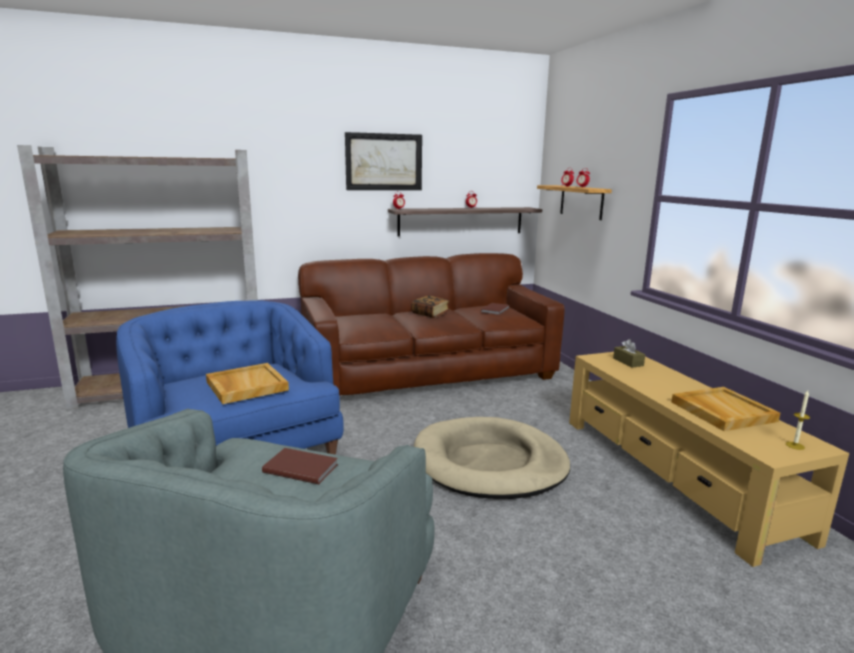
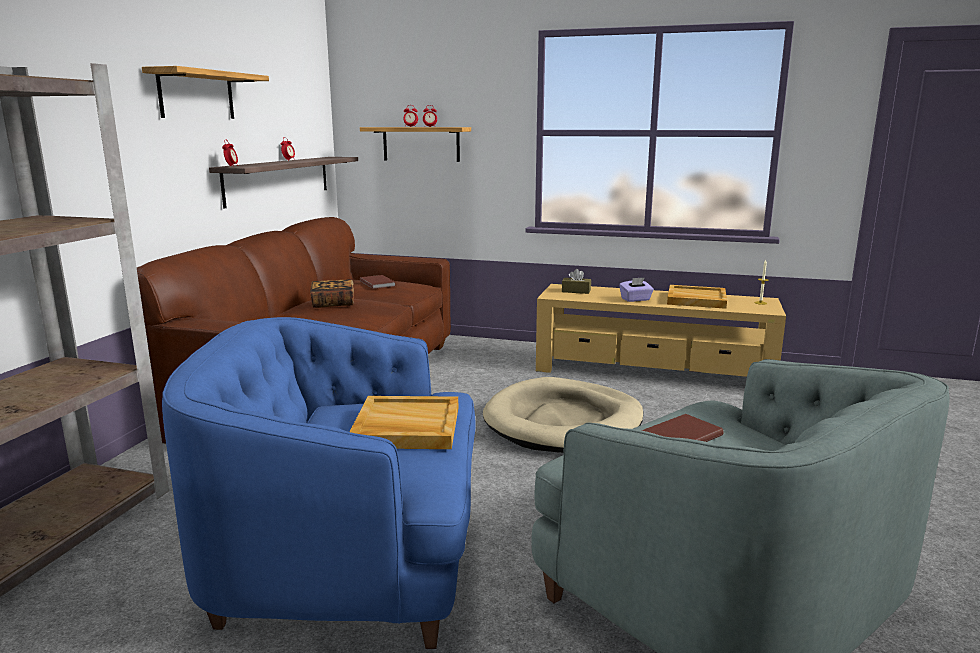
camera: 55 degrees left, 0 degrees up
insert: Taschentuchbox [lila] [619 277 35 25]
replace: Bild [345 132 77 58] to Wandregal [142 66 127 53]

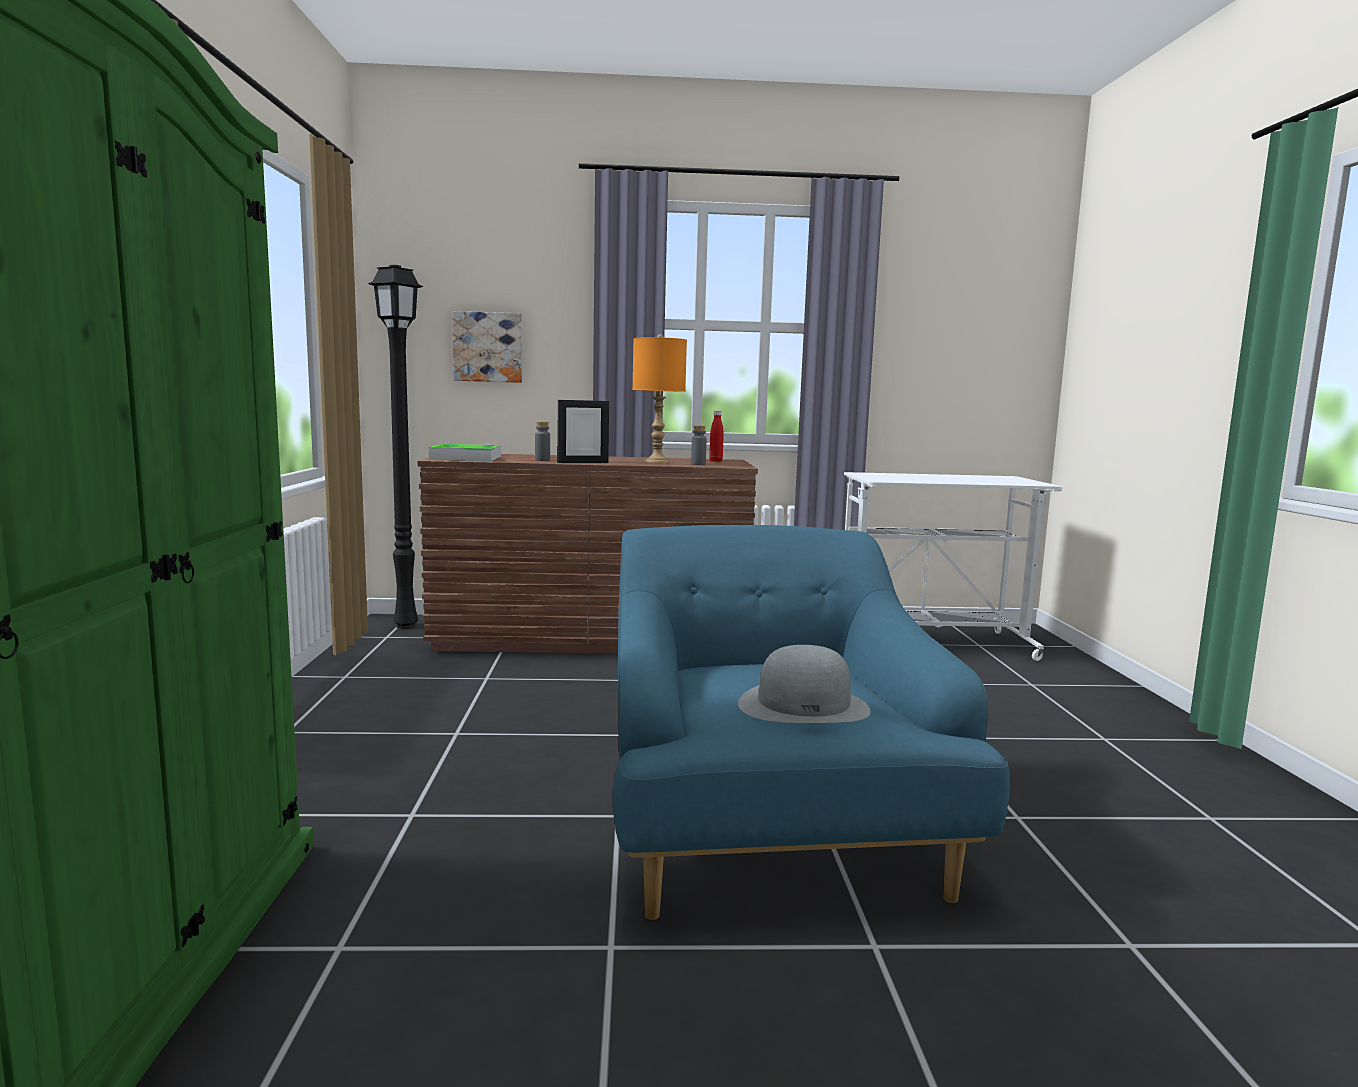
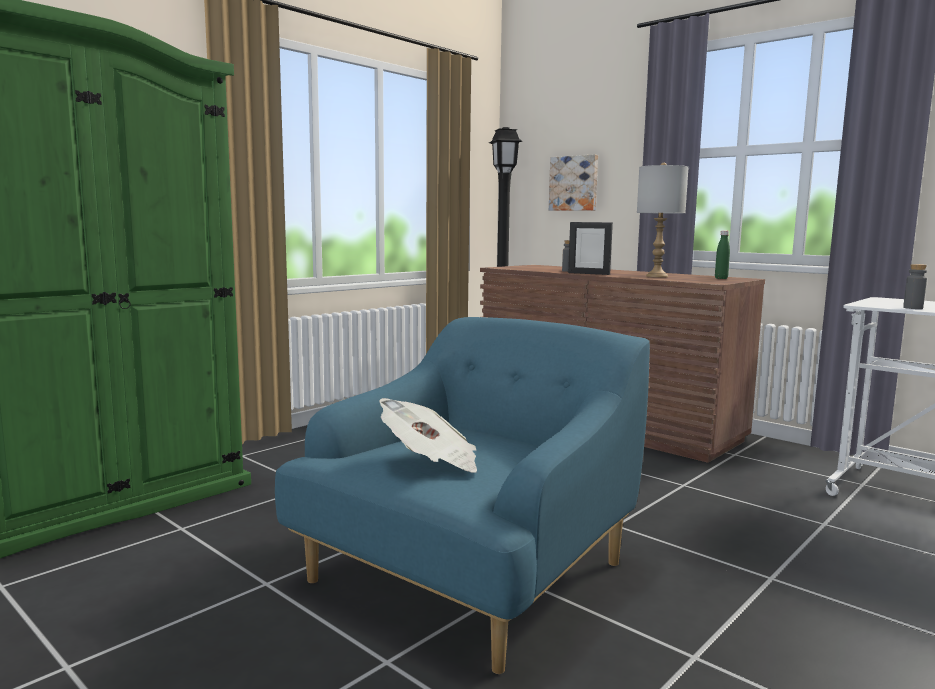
camera: 45 degrees right, 0 degrees up
delete: Tablett [429 444 72 17]
move: Flasche [grau] [691 426 16 39] to [903 264 24 45]
replace: Hut [grau] [738 645 133 78] to Zeitung [379 398 98 75]
recolor: Tischlampe [orange] [633 334 54 129] to Tischlampe [grau] [637 163 51 114]; Flasche [rot] [709 410 15 52] to Flasche [grün] [715 231 15 48]

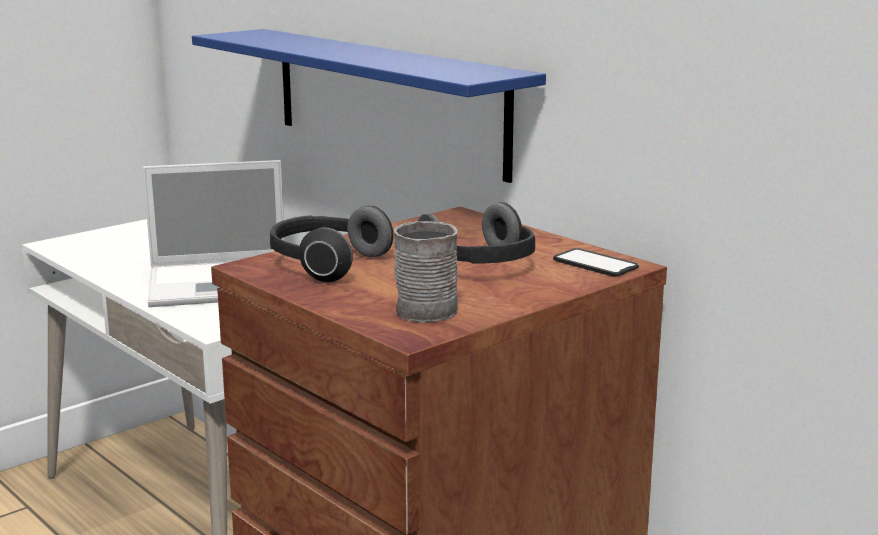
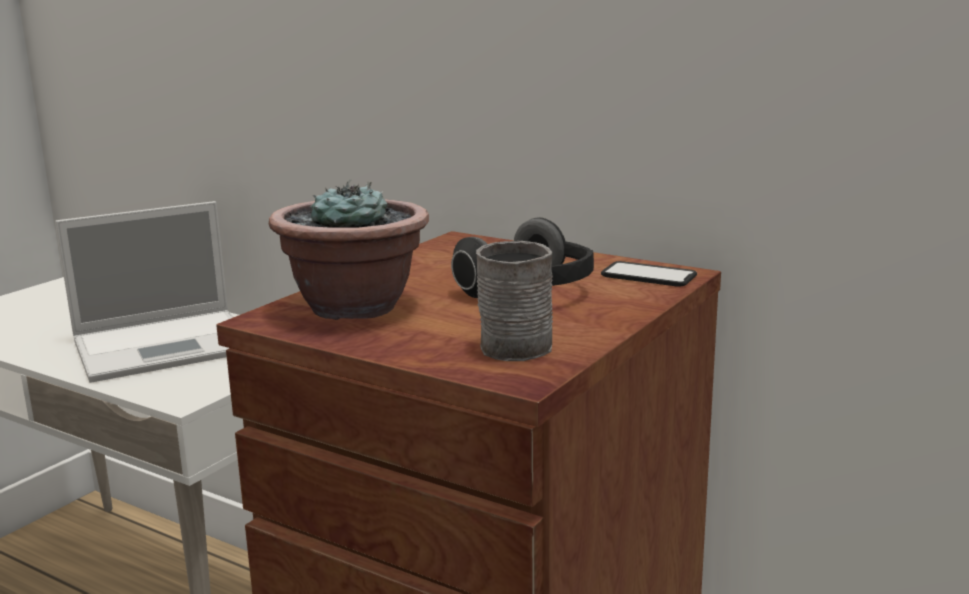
camera: 15 degrees left, 0 degrees up
delete: Wandregal [blau] [192 29 354 154]
replace: Kopfhörer [270 205 124 77] to Topfpflanze [269 180 160 140]

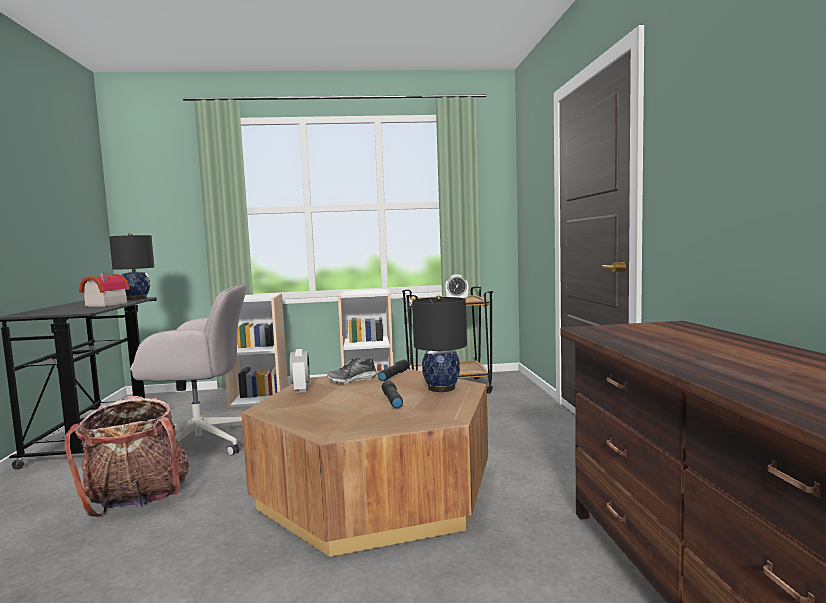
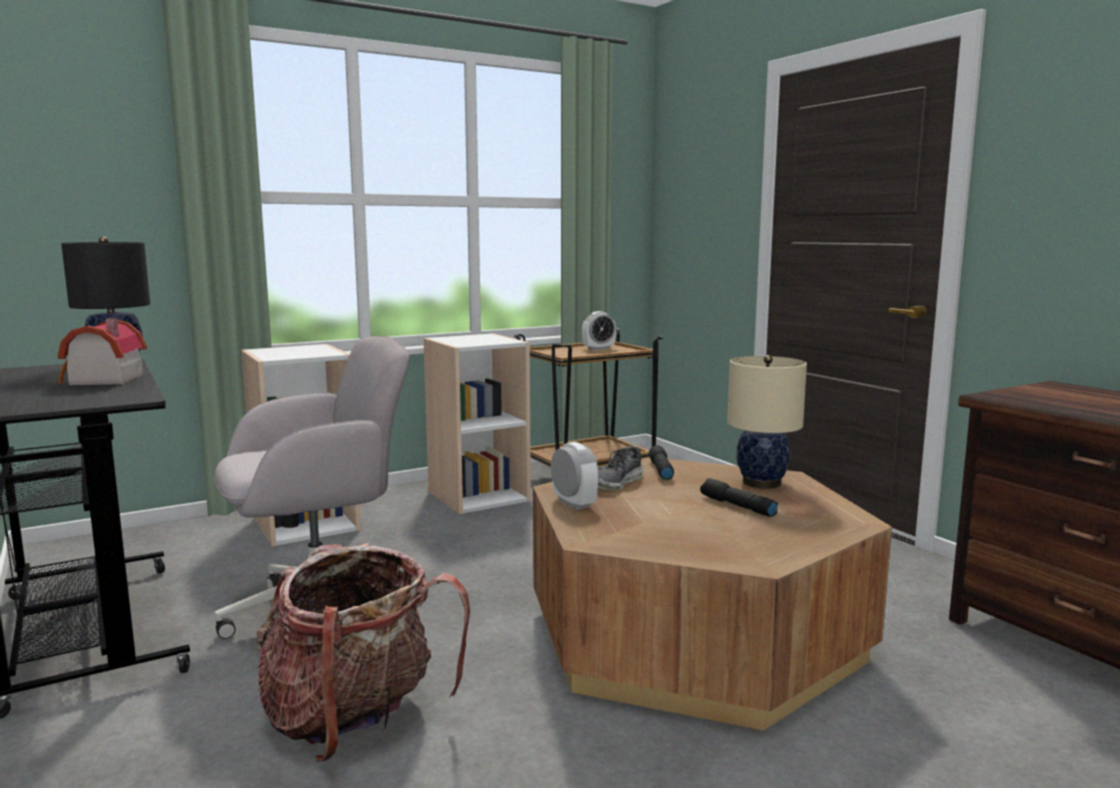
camera: 25 degrees left, 5 degrees up
recolor: Tischlampe [schwarz] [412 295 55 97] to Tischlampe [beige] [727 355 80 133]

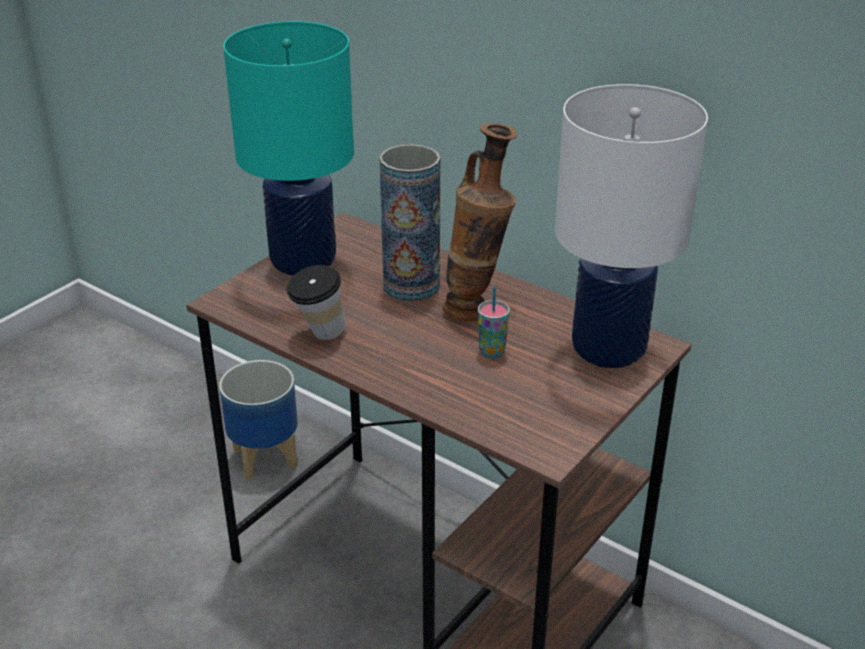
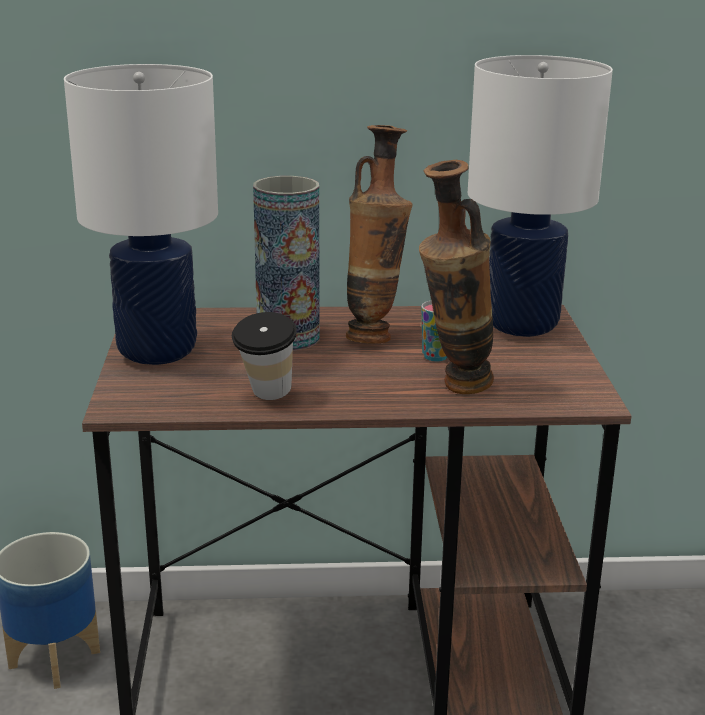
camera: 40 degrees left, 10 degrees down
insert: Vase [419 160 75 234]
recolor: Tischlampe [türkis] [223 21 131 255] to Tischlampe [weiß] [64 64 154 301]

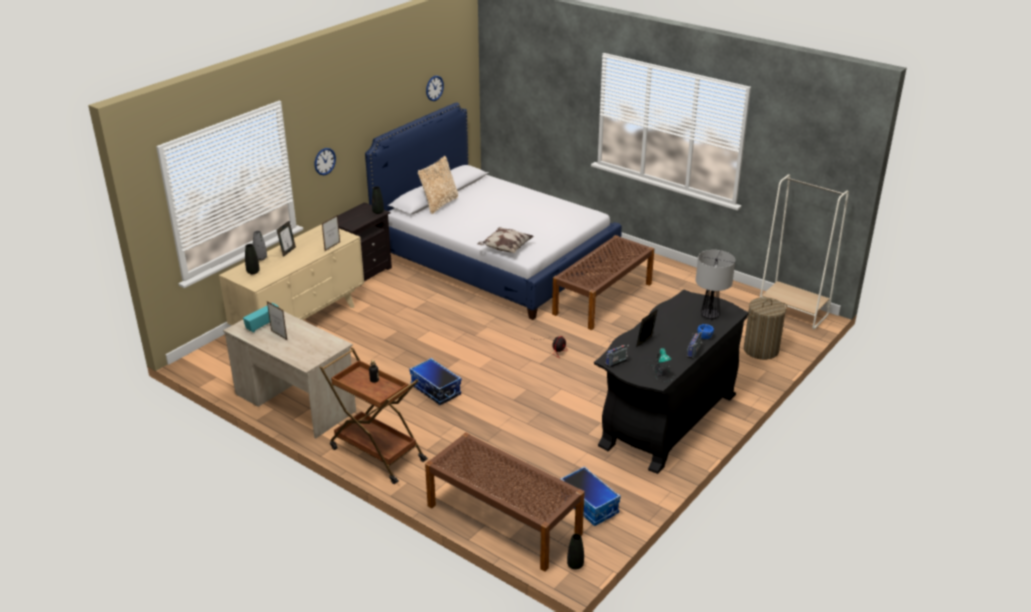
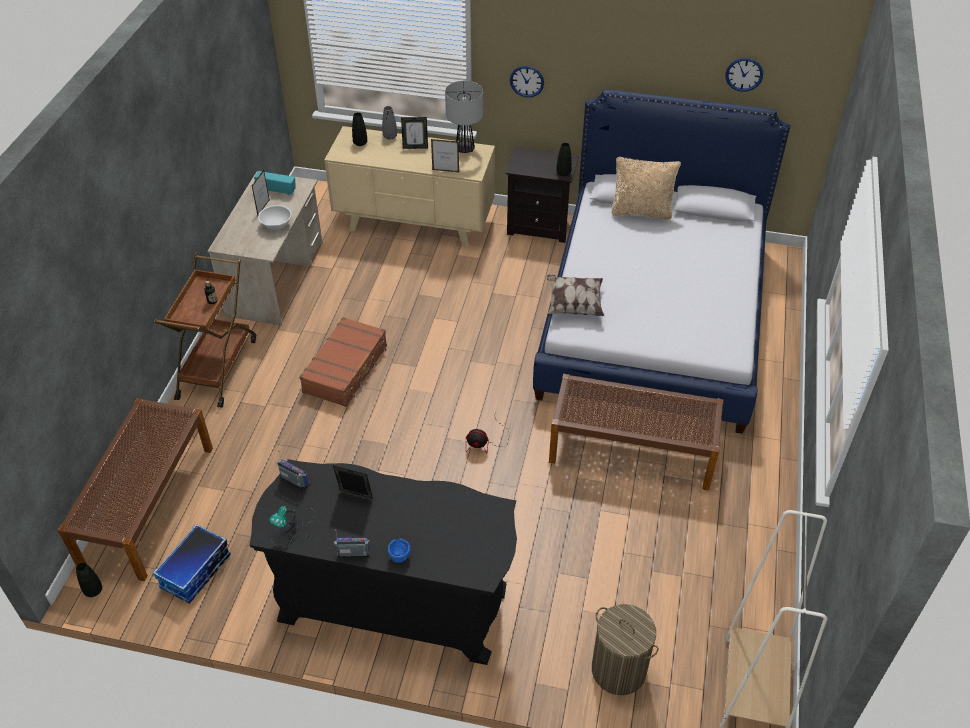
camera: 65 degrees right, 15 degrees up
insert: Schüssel [weiß] [258 205 34 25]
move: Tischlampe [696 250 39 70] to [445 81 38 72]
replace: Aufbewahrungsbox [410 358 52 47] to Koffer [braun] [299 317 88 90]

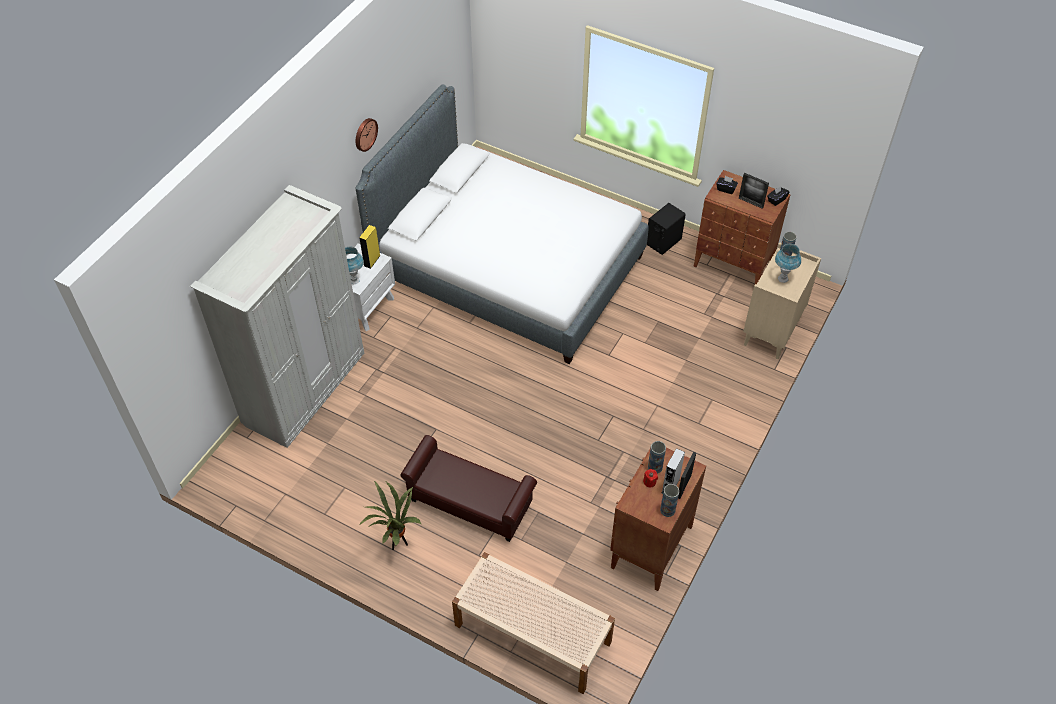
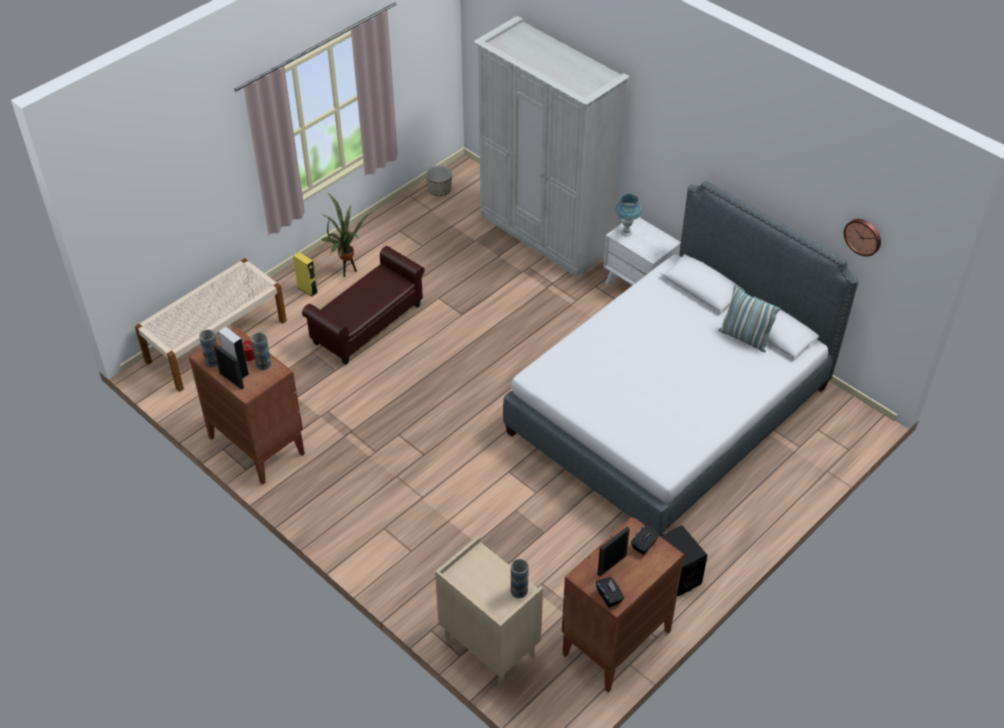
camera: 105 degrees right, 5 degrees down
delete: Tischlampe [blau] [775 244 26 39]
insert: Pflanzkübel [426 165 26 31]; Kissen [718 286 63 66]
move: Lautsprecher [gelb] [359 225 22 44] to [293 252 25 45]; Wanduhr [355 118 23 34] to [844 219 37 38]

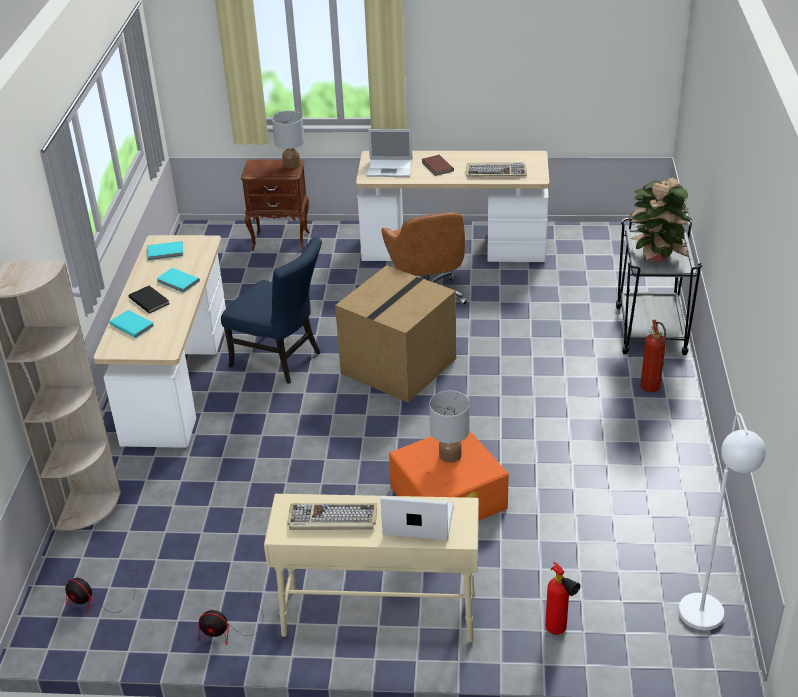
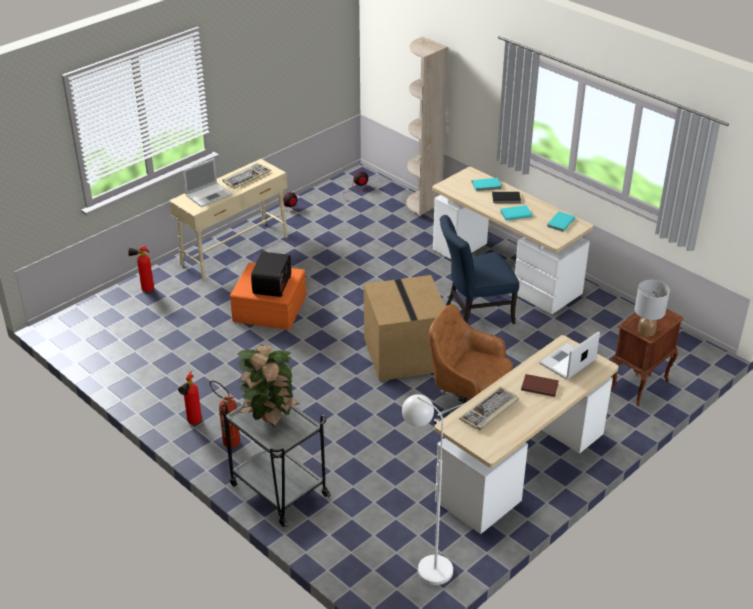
camera: 130 degrees right, 0 degrees up
insert: Feuerlöscher [178 371 24 54]
move: Stehlampe [weiß] [678 413 88 218] to [402 394 51 191]
replace: Tischlampe [grau] [429 390 41 73] to Radio [251 252 40 45]

